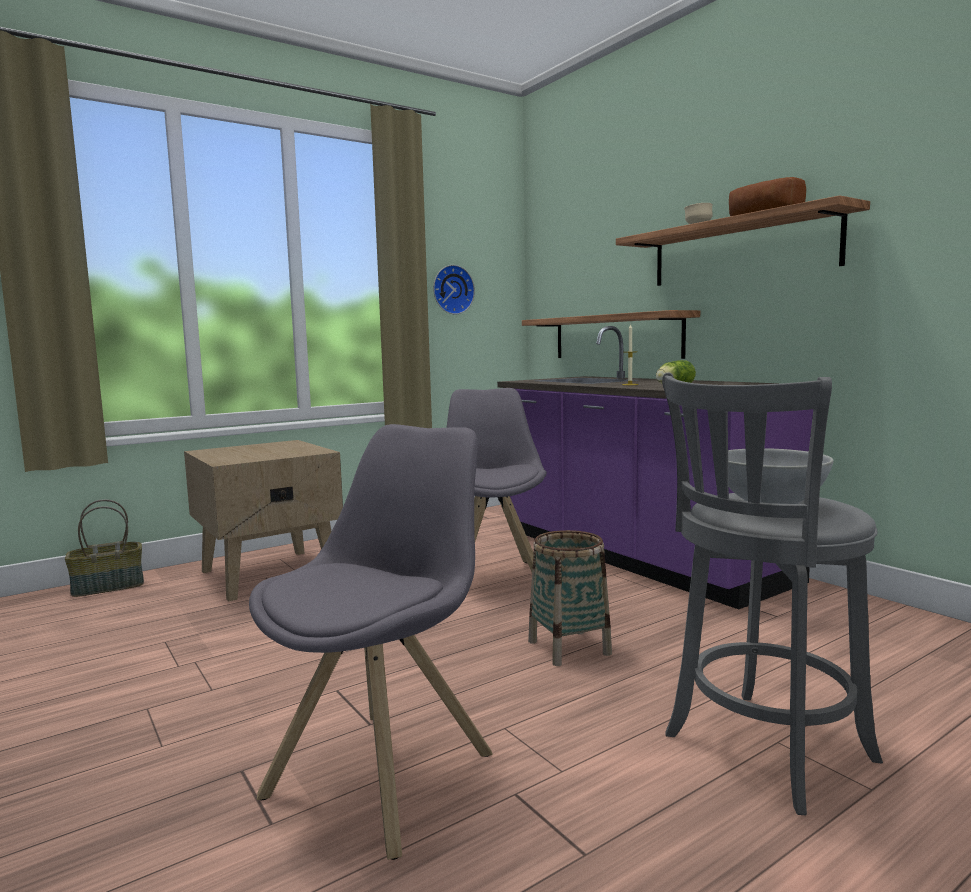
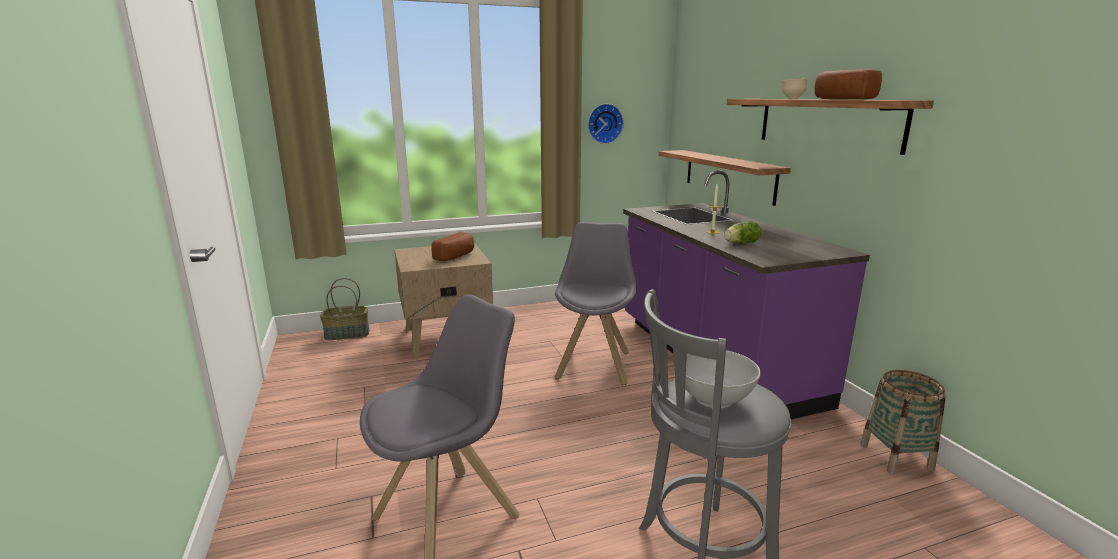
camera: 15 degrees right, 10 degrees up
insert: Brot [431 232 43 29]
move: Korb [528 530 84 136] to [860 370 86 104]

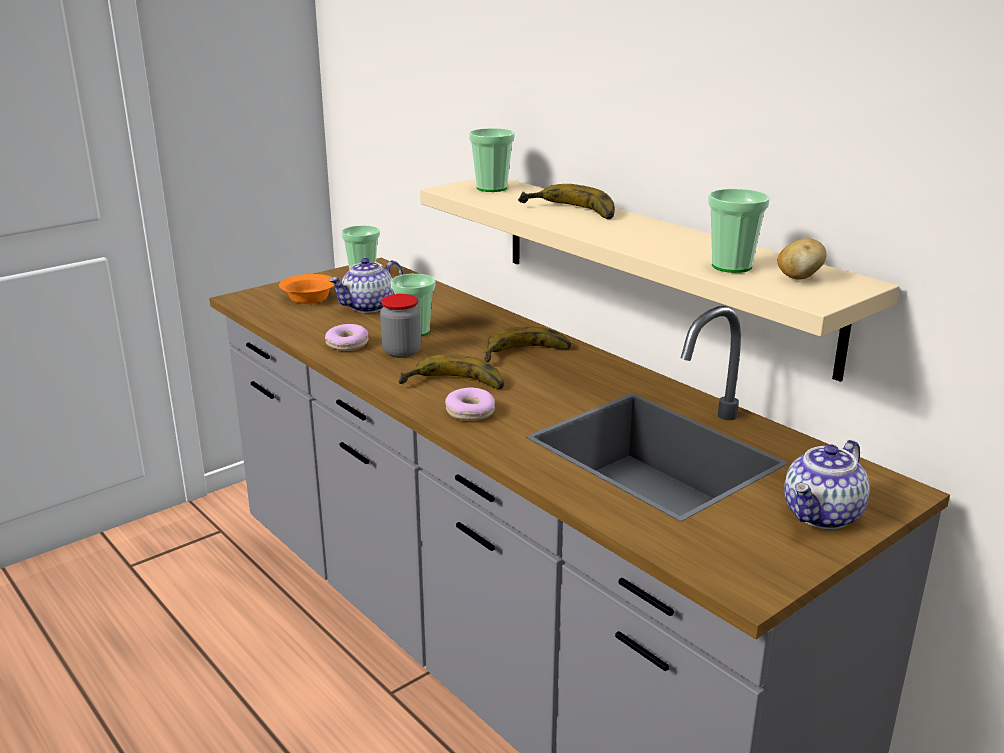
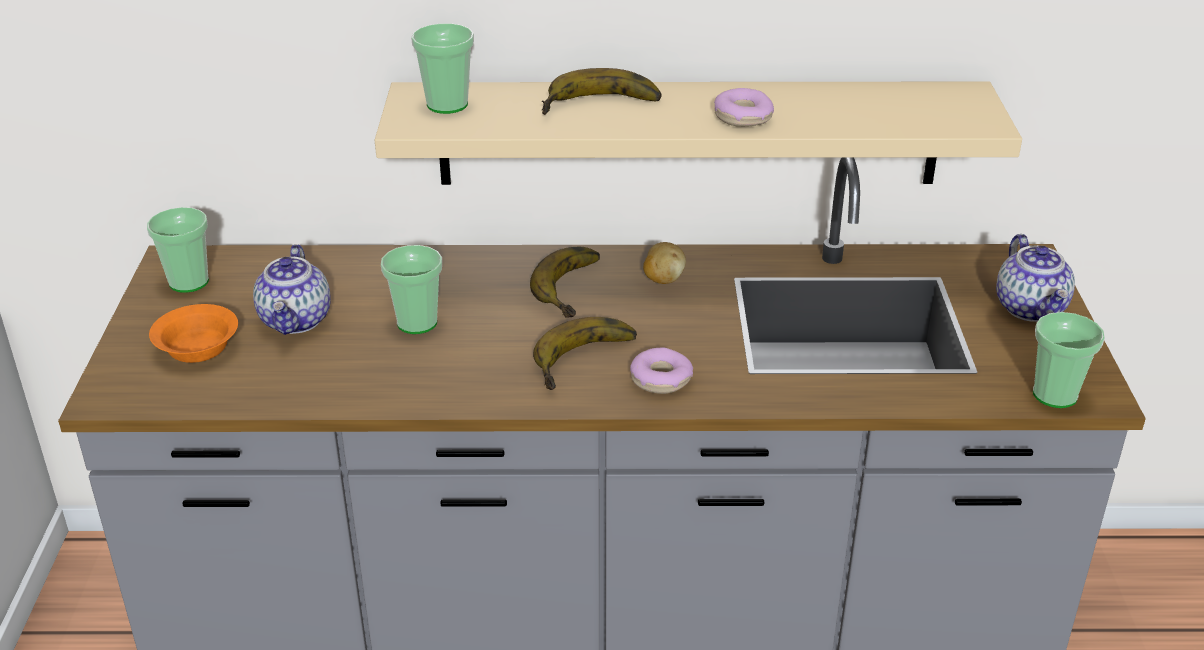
camera: 50 degrees left, 10 degrees up
delete: Vorratsglas [380 294 41 64]
move: Kartoffel [778 238 49 42] to [643 242 43 42]; Donut [325 324 44 27] to [714 88 60 39]; Tasse [708 189 62 84] to [1033 312 72 96]

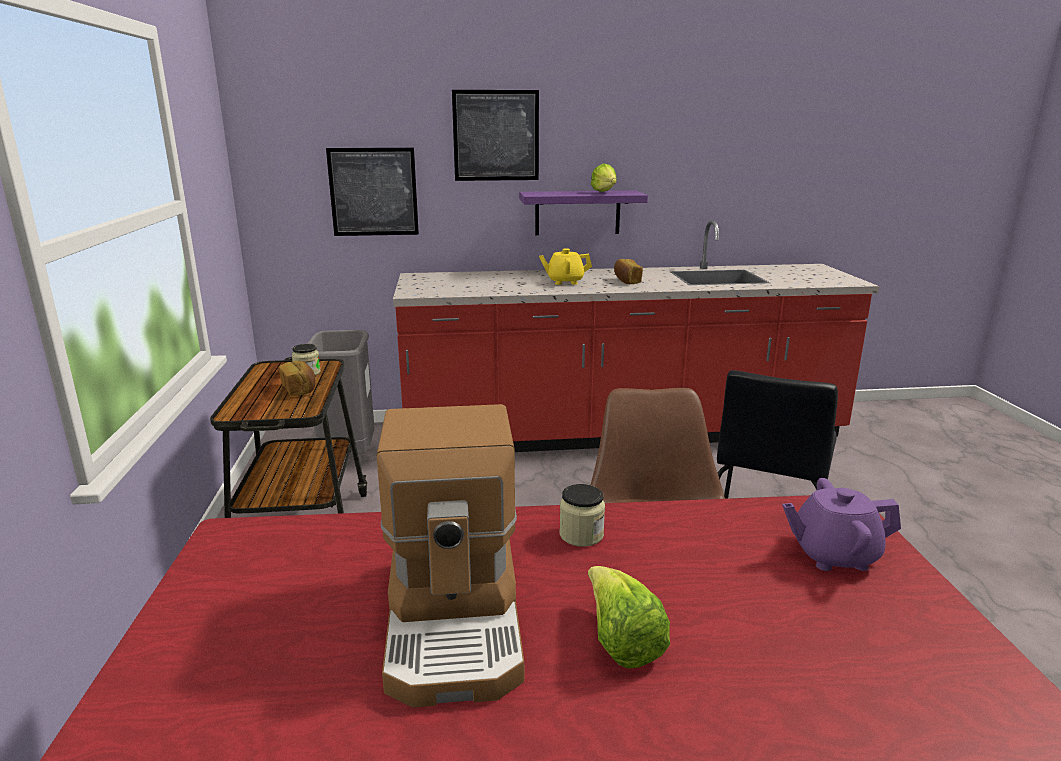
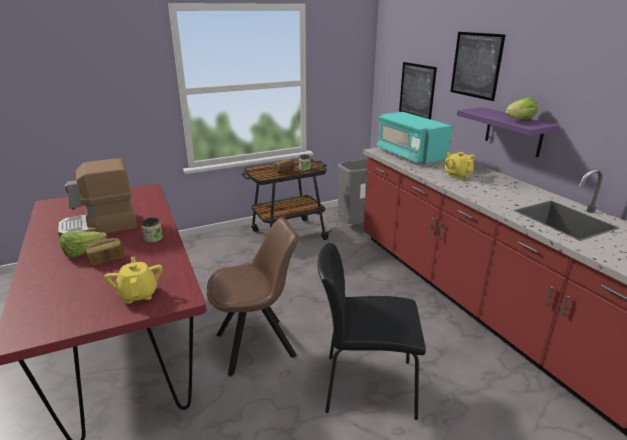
camera: 70 degrees right, 5 degrees up
insert: Mikrowelle [türkis] [377 112 76 53]
move: Brot [614 259 29 25] to [85 238 39 28]
recolor: Teekanne [lila] [782 478 119 93] to Teekanne [gelb] [104 257 59 47]

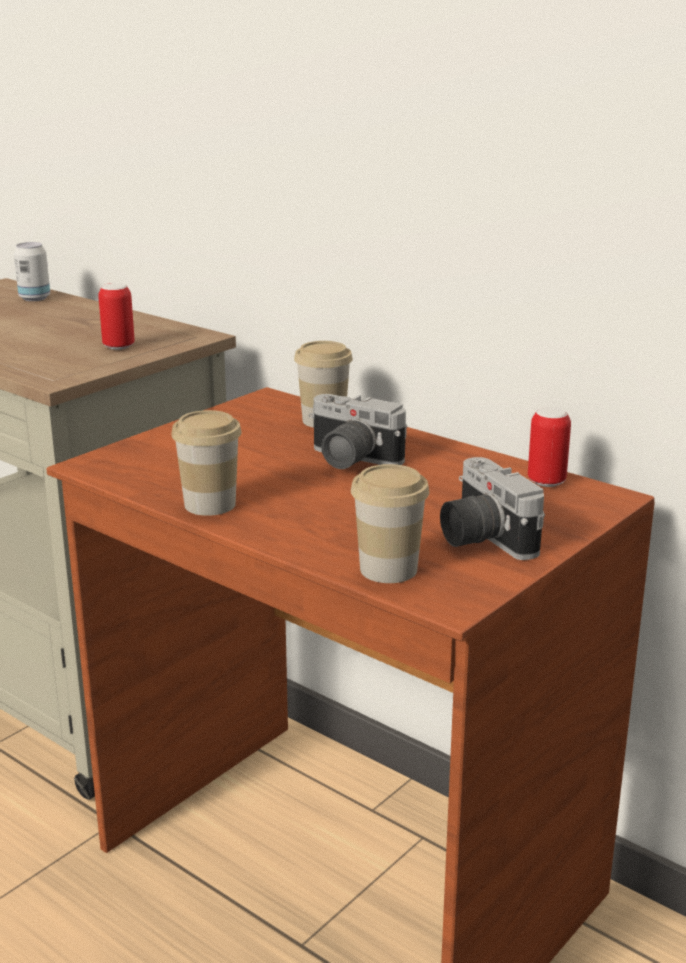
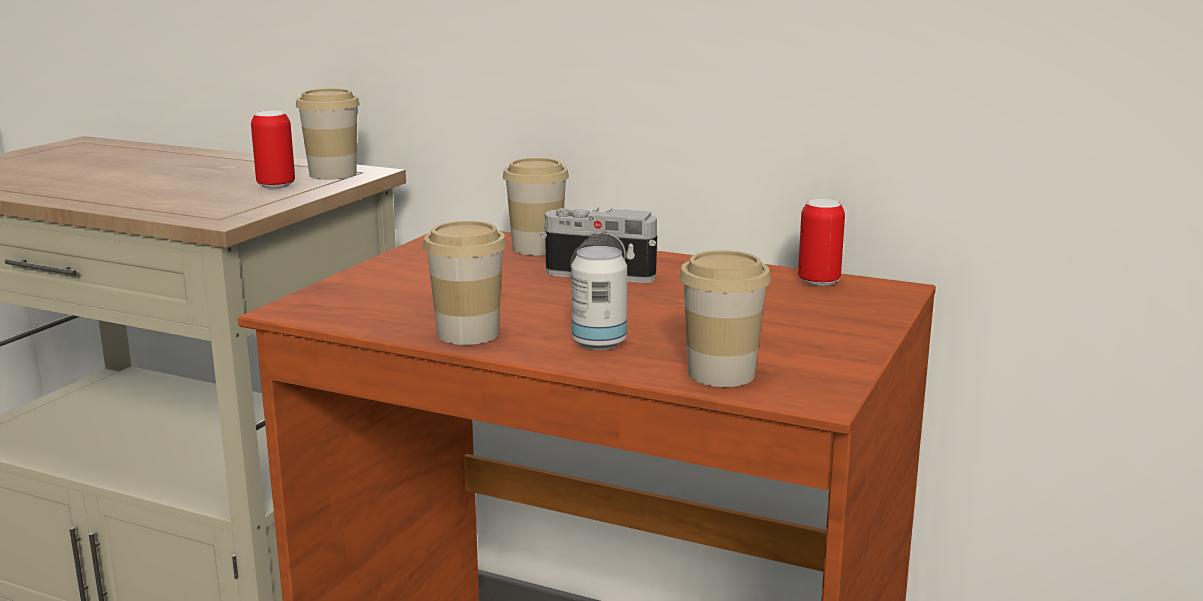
camera: 15 degrees left, 5 degrees down
delete: Kamera [440 457 105 103]
insert: Tasse [296 89 64 91]
move: Dose [14 242 36 59] to [571 246 56 104]

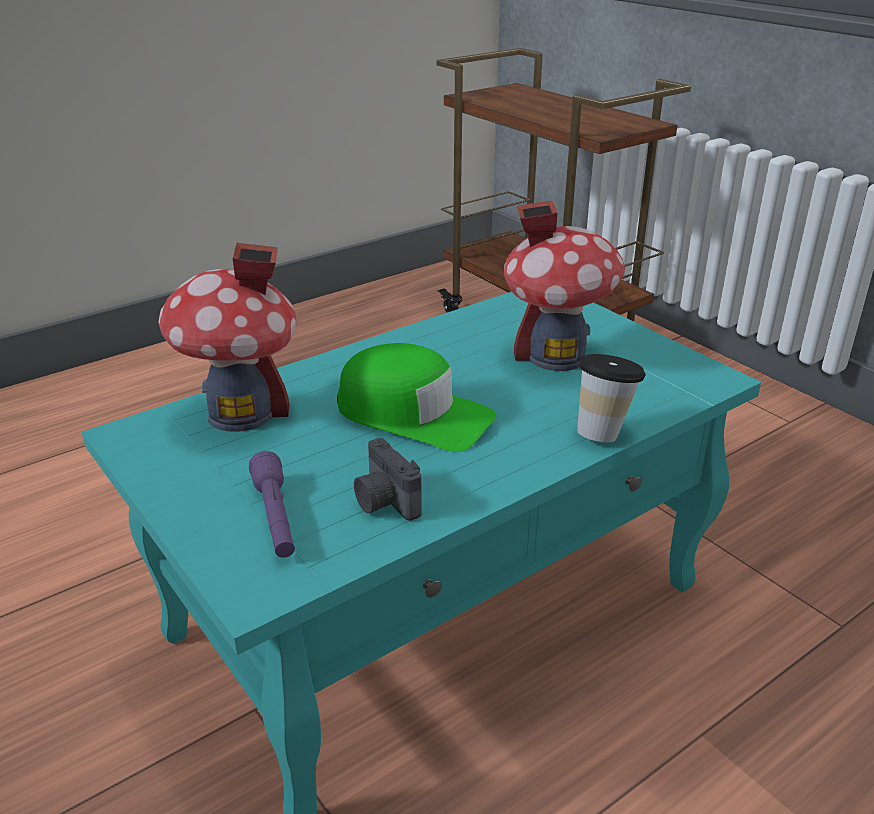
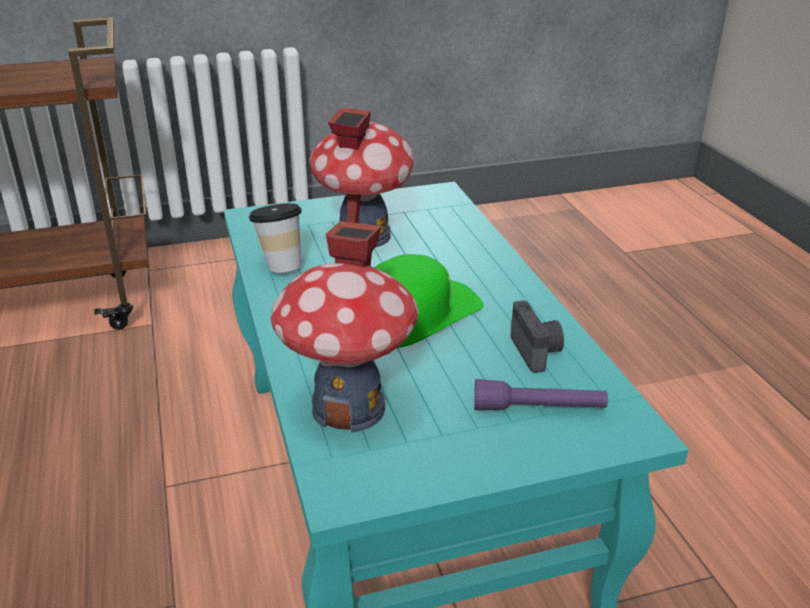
camera: 70 degrees left, 0 degrees up
move: Tasse [577 354 69 88] to [249 203 52 70]
rotate: Kamera [354 438 68 83] = [511 300 53 73] 90 degrees counterclockwise

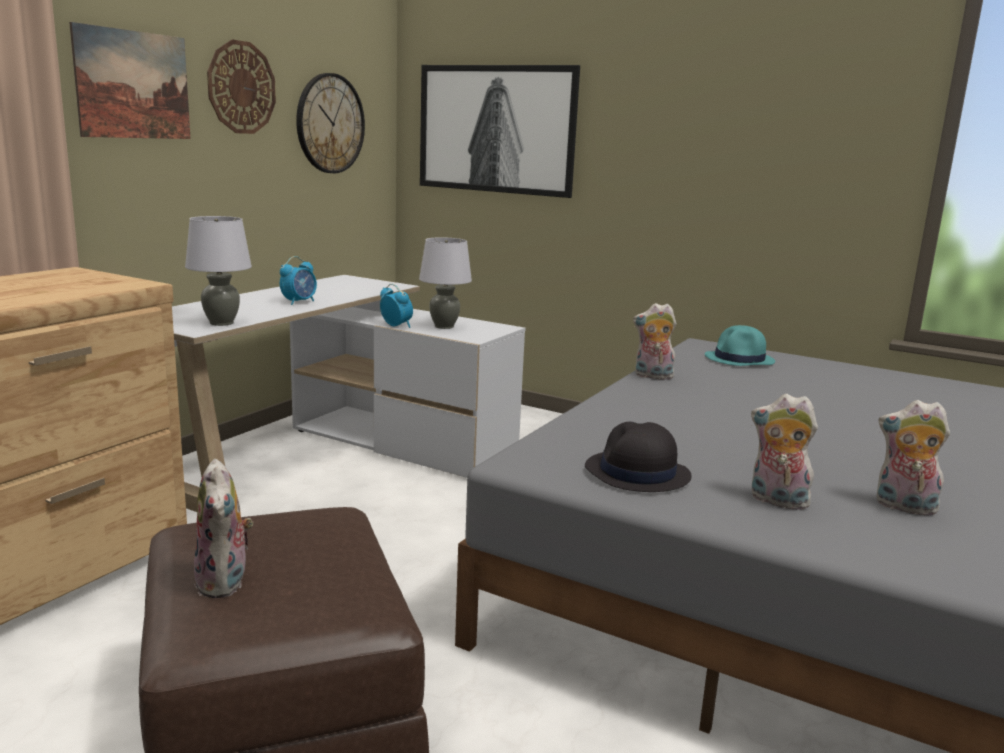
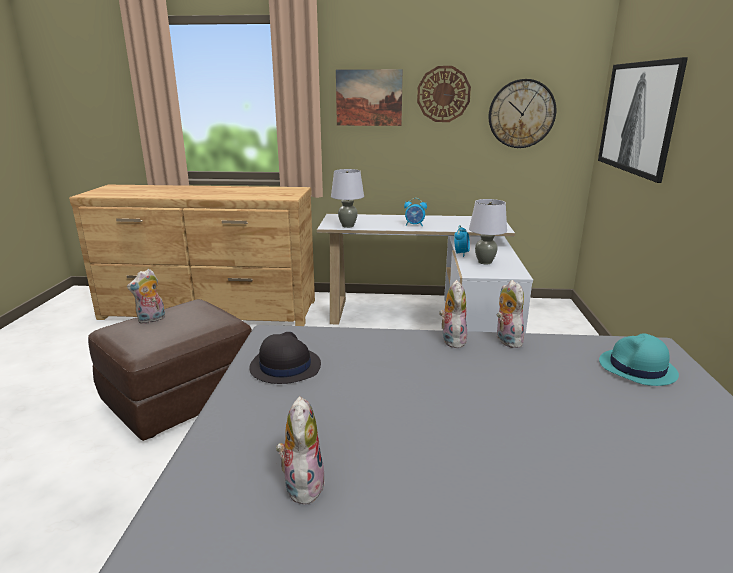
camera: 65 degrees right, 5 degrees up
move: Plüschtier [751 394 67 116] to [439 280 28 68]

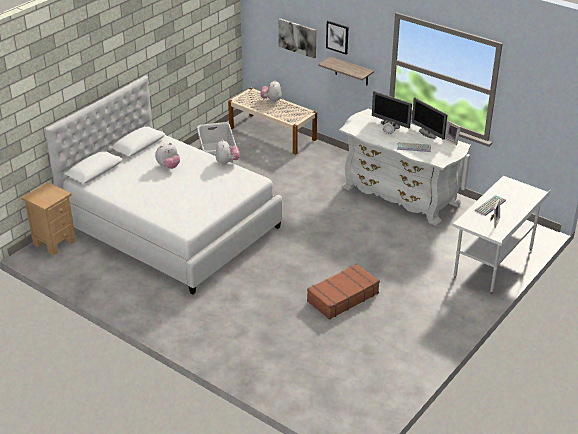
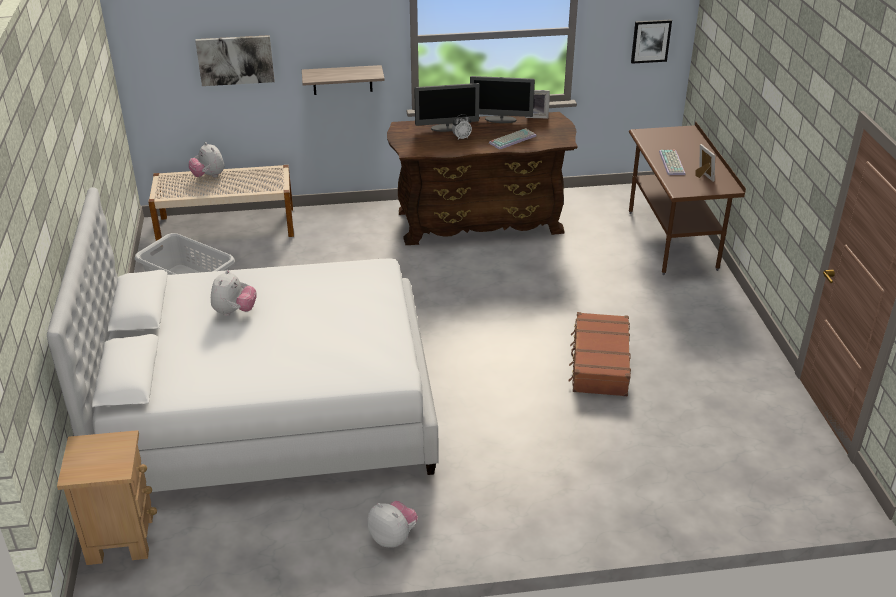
camera: 45 degrees left, 0 degrees up
move: Plüschtier [216 139 24 26] to [367 501 51 47]; Bild [326 21 22 34] to [631 19 41 45]
recolor: Kommode [weiß] [339 109 132 117] to Kommode [braun] [387 112 191 133]; Schreibtisch [weiß] [452 176 99 118] to Schreibtisch [braun] [629 121 117 154]

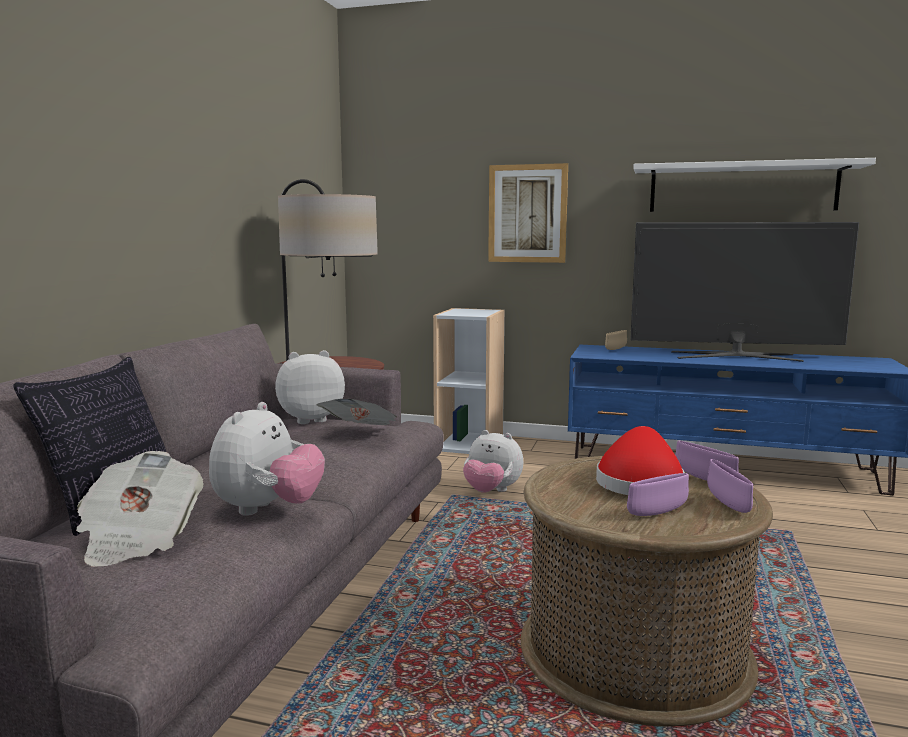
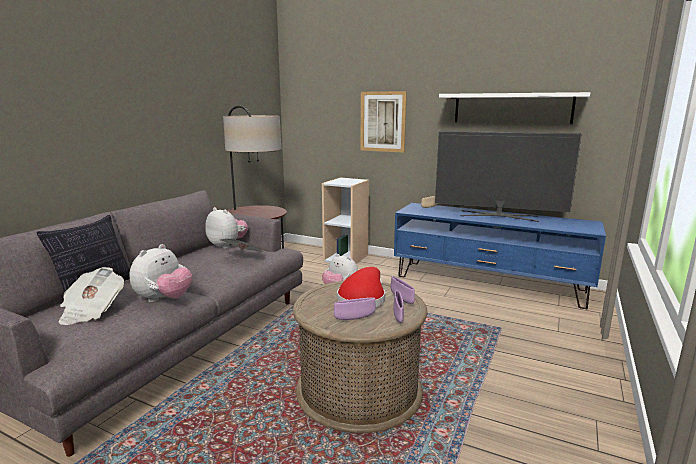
camera: 10 degrees right, 5 degrees up
rotate: Plüschtier [275 350 70 74] = [205 207 43 42] 45 degrees clockwise

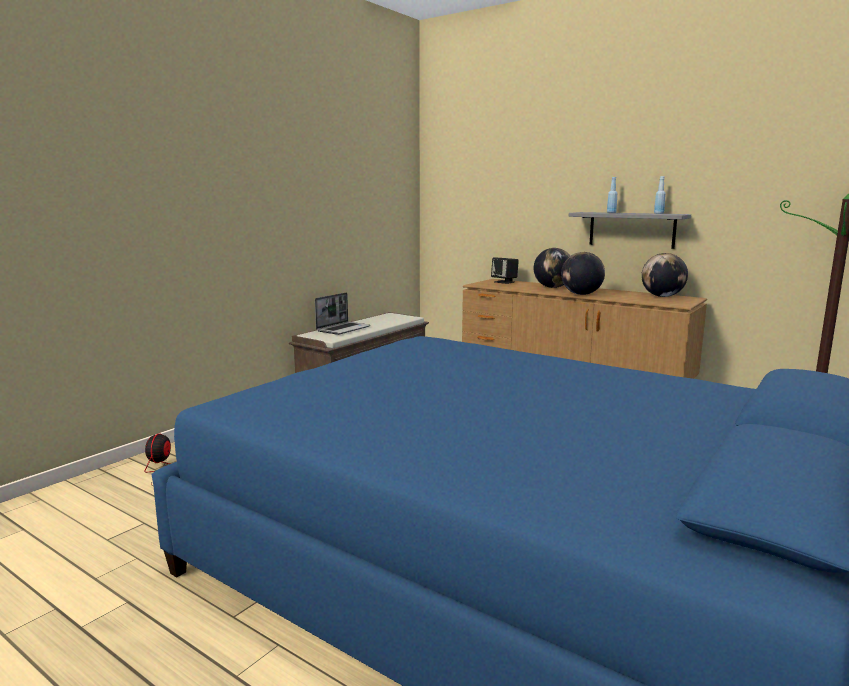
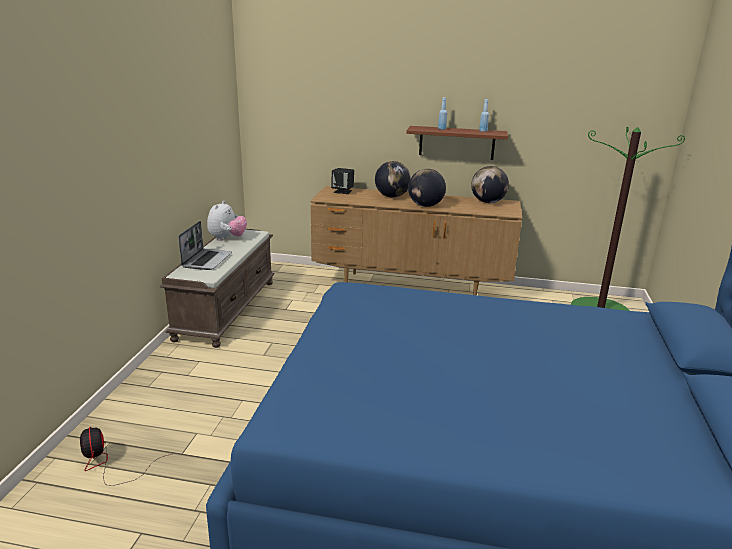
camera: 25 degrees left, 10 degrees up
insert: Plüschtier [207 201 40 40]
recolor: Wandregal [grau] [569 212 122 37] to Wandregal [braun] [406 126 102 34]

